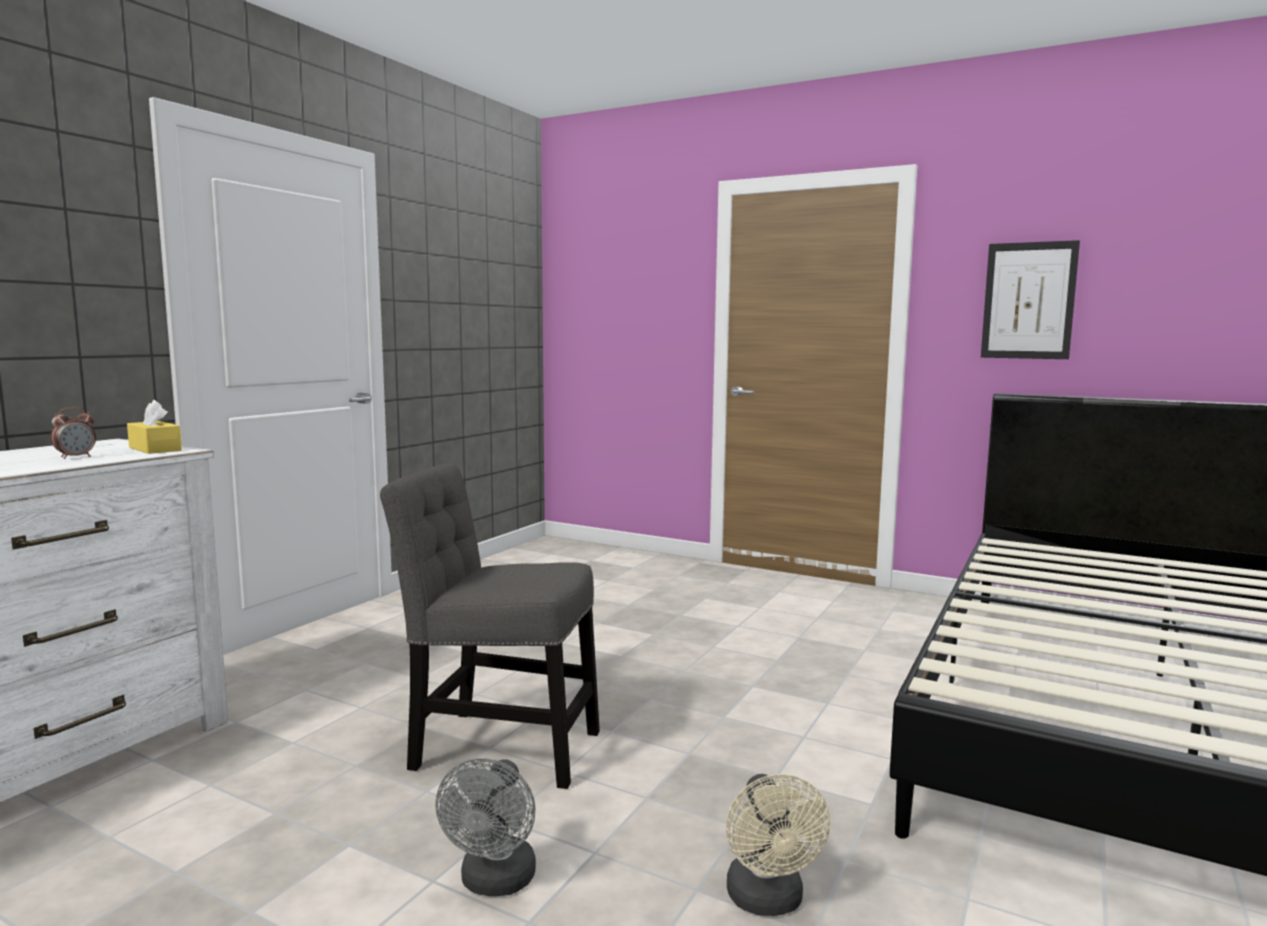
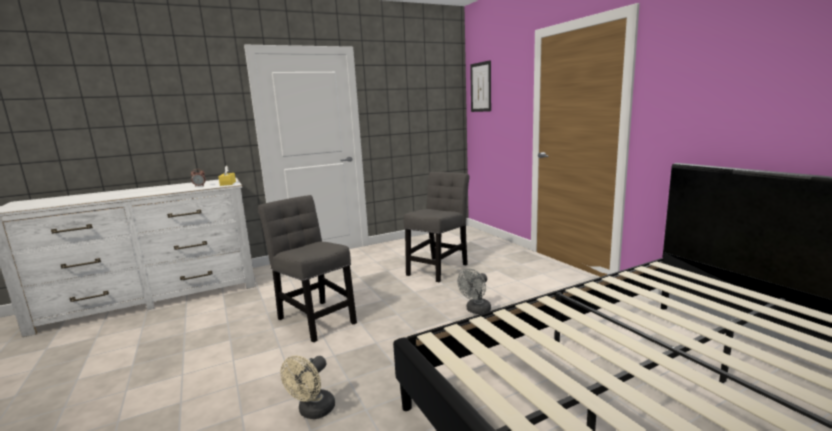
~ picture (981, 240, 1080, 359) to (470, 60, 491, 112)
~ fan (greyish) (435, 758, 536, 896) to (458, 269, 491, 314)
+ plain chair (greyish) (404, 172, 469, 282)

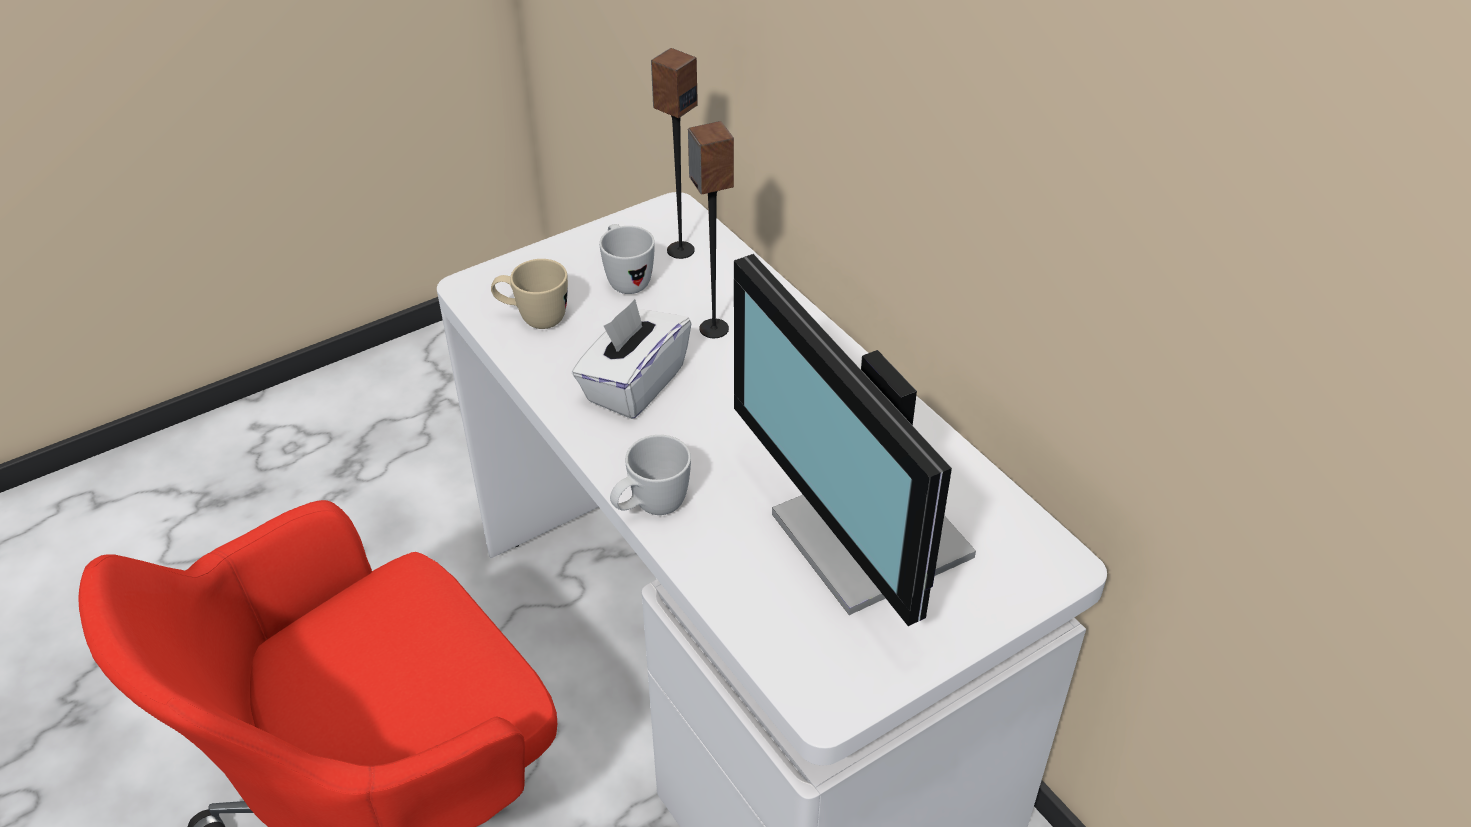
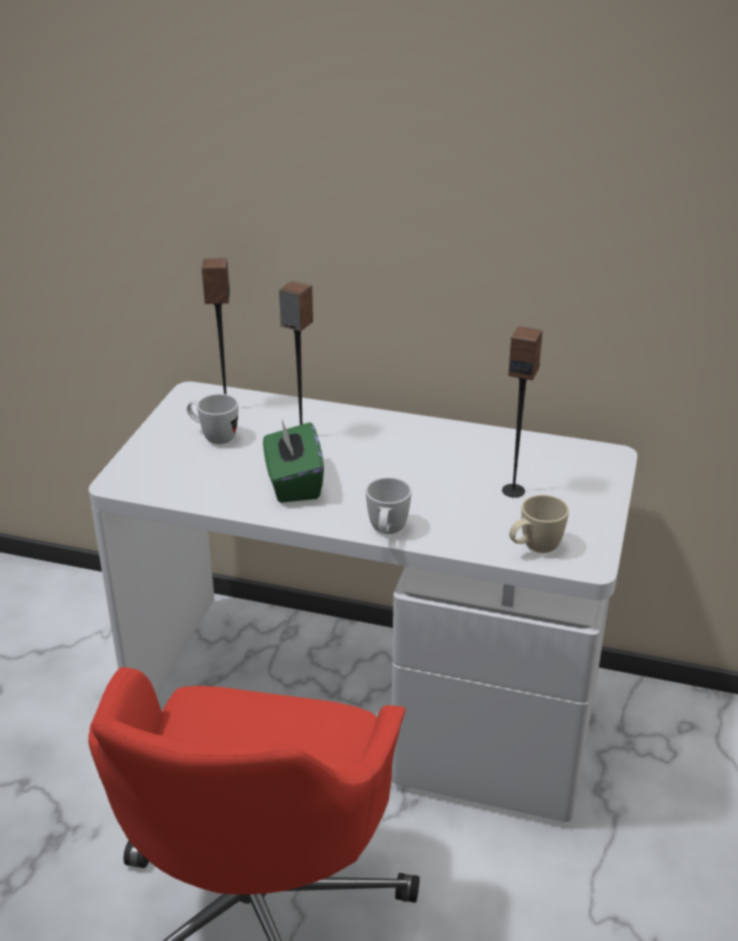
~ monitor (734, 254, 976, 626) to speaker (502, 326, 542, 498)
~ mug (beige-coloured) (491, 259, 568, 329) to (509, 495, 569, 553)
~ box of tissues (white-coloured) (572, 299, 692, 419) to box of tissues (greenish) (263, 420, 324, 503)

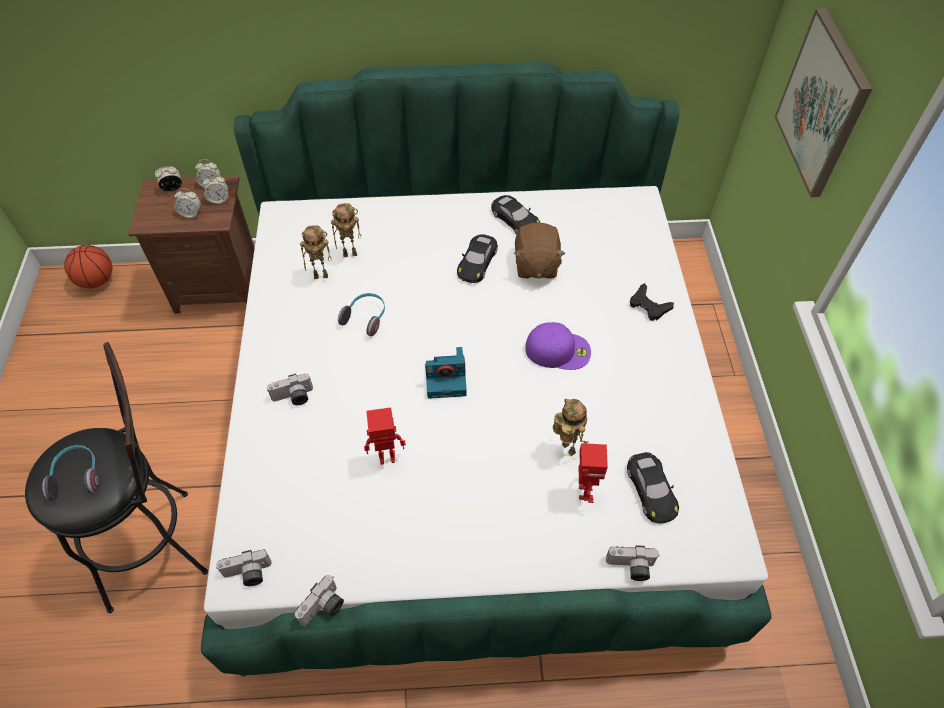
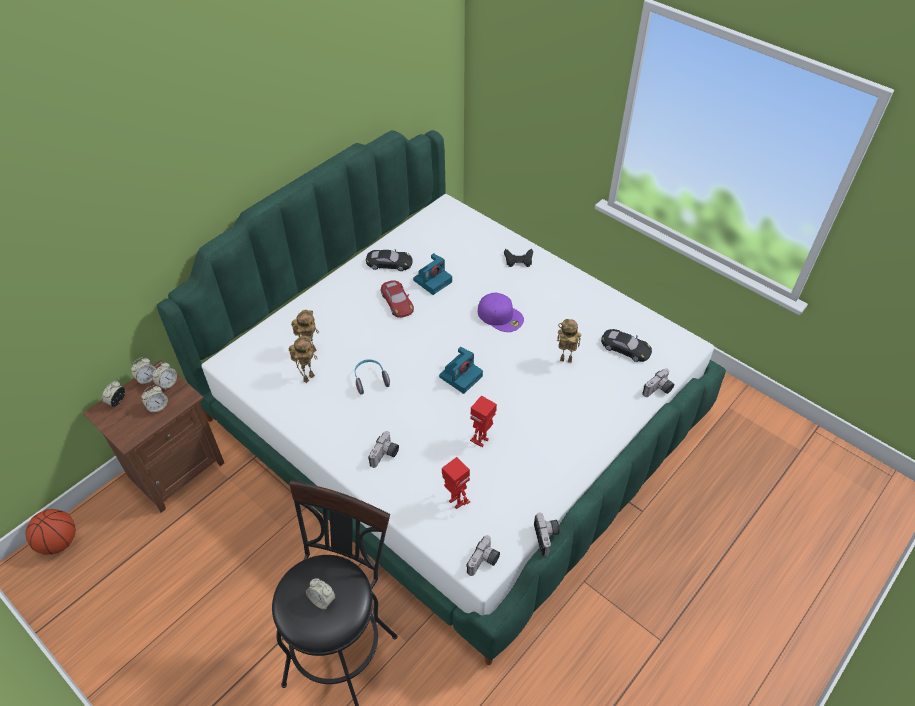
- picture (775, 8, 872, 197)
~ plush toy (brown-coloured) (514, 222, 565, 279) to still camera (413, 253, 452, 295)
~ model car (black-coloured) (457, 234, 498, 283) to model car (reddish) (381, 280, 414, 318)
~ peaked cap (purple-coloured) (525, 322, 591, 370) = (478, 293, 524, 332) 75 degrees clockwise
~ robot figure (579, 443, 608, 503) to (442, 457, 471, 509)
~ headphones (42, 445, 99, 501) to table clock (306, 578, 336, 609)

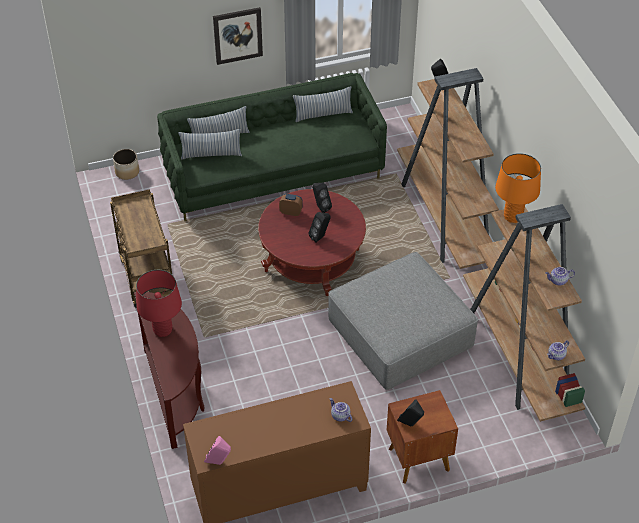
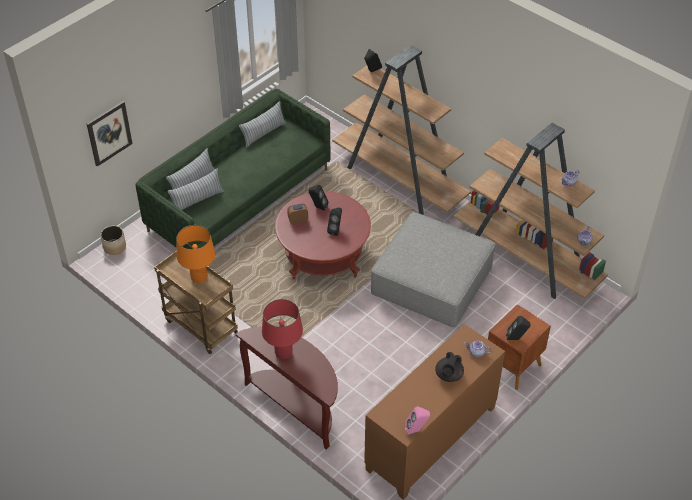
~ picture (213, 7, 263, 65) to (87, 101, 132, 167)
~ lamp for a table (orangey) (495, 153, 541, 223) to (177, 225, 215, 283)
+ tea pot (black-coloured) (435, 352, 464, 382)

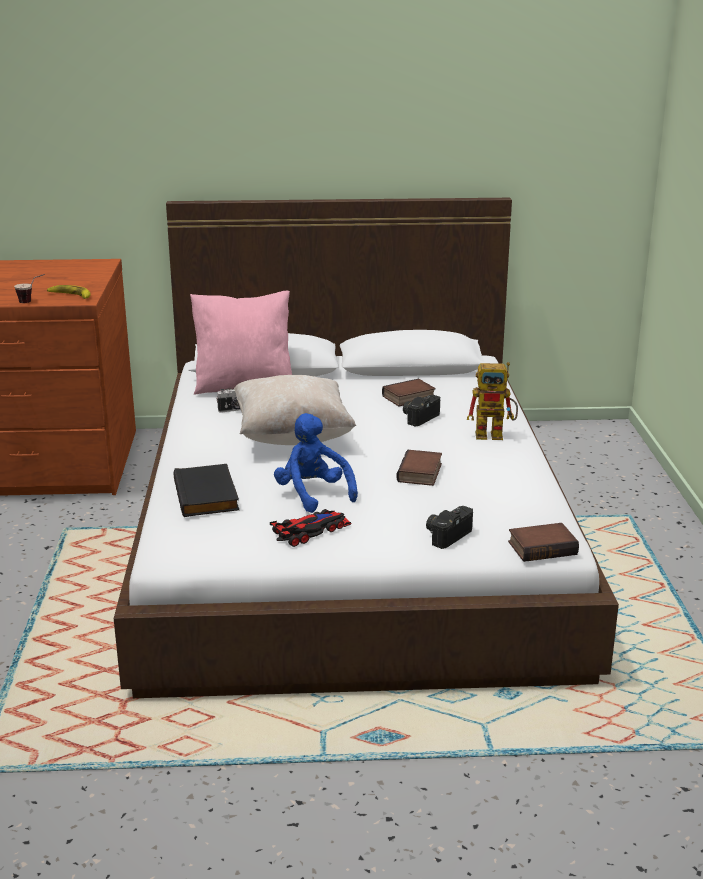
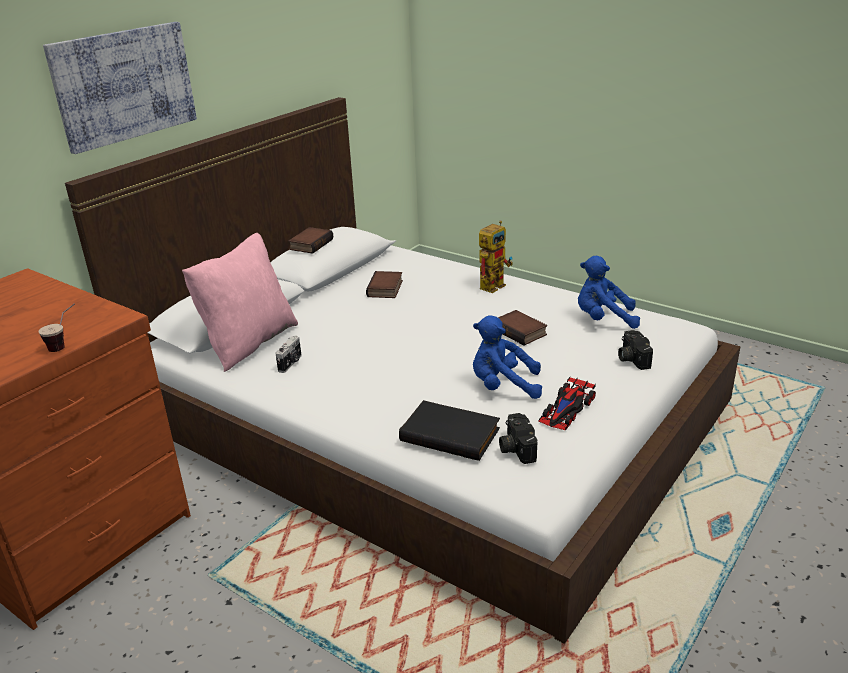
- whole banana (47, 285, 91, 299)
- pillow (beige-coloured) (234, 375, 356, 445)
~ still camera (403, 395, 440, 427) to (499, 413, 537, 464)
~ model car (270, 509, 352, 547) = (539, 377, 596, 430) 150 degrees counterclockwise
~ volume (508, 523, 579, 562) to (288, 227, 333, 254)
+ picture (43, 22, 197, 154)
+ plush toy (bluish) (578, 256, 640, 329)

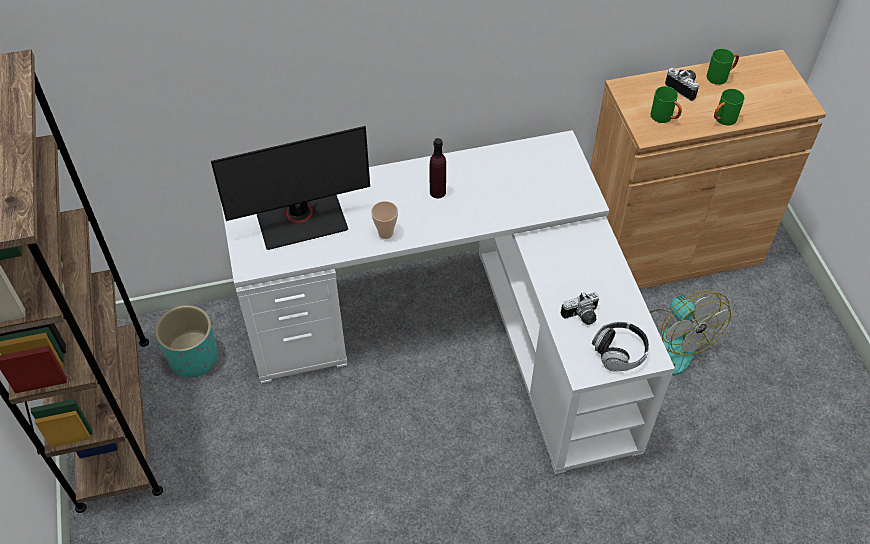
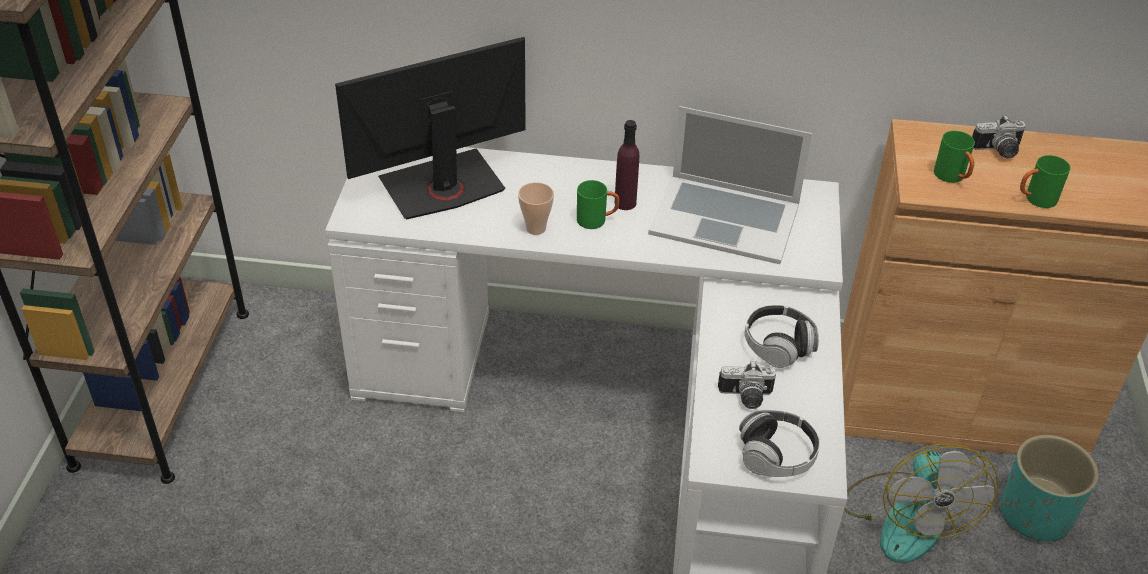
~ mug (greenish) (707, 49, 739, 85) to (577, 180, 619, 229)
~ still camera (665, 68, 699, 101) = (972, 115, 1026, 159) 105 degrees clockwise
~ monitor (211, 126, 370, 250) = (335, 37, 526, 219) 150 degrees clockwise
~ planter (turquoise-coloured) (155, 305, 218, 378) to (1000, 435, 1099, 541)
+ notebook computer (648, 106, 812, 264)
+ headphones (745, 305, 819, 368)

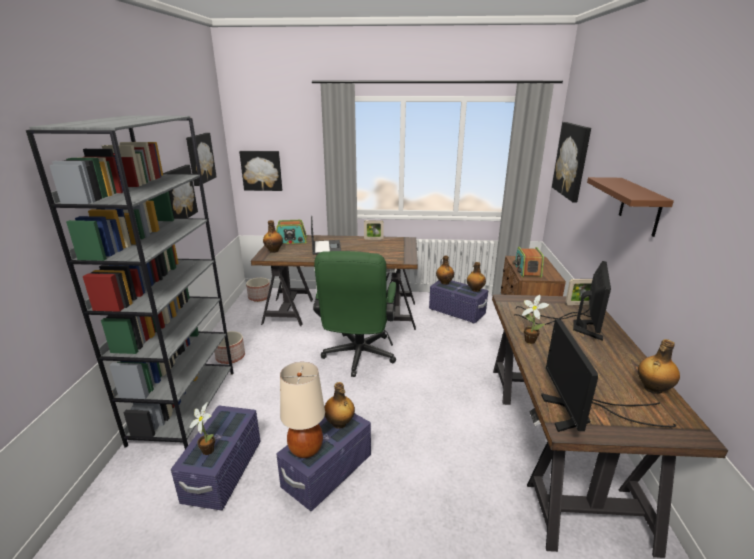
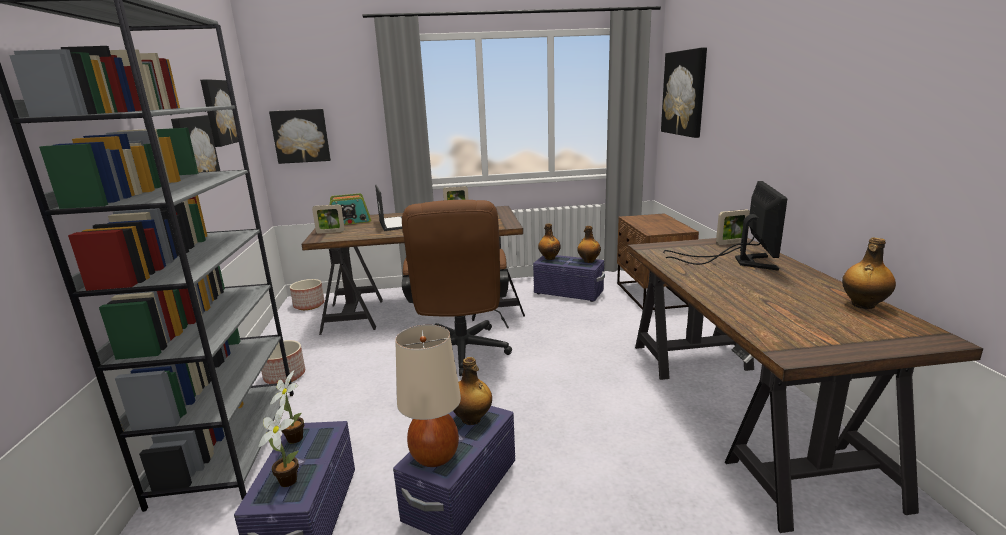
- wall shelf (brown-coloured) (587, 177, 674, 237)
~ drink bottle (263, 220, 283, 253) to standing frame (312, 204, 345, 234)
- radio (513, 247, 544, 278)
~ office chair (greenish) (313, 251, 397, 377) to office chair (brown-coloured) (402, 200, 512, 376)
~ houseplant (522, 295, 549, 344) to (270, 370, 304, 444)
- monitor (541, 319, 676, 432)

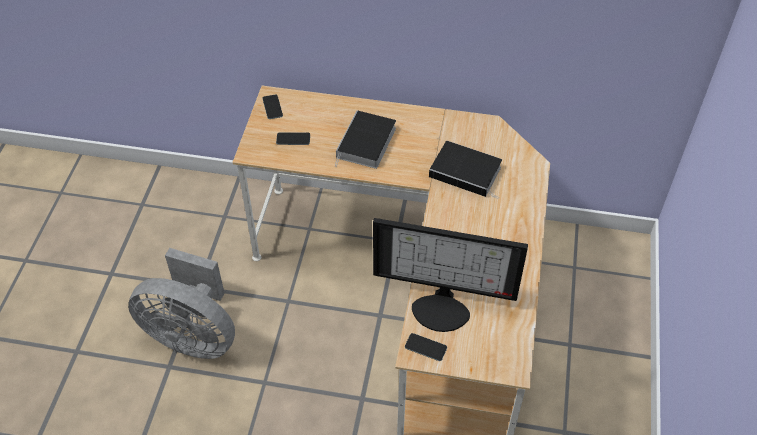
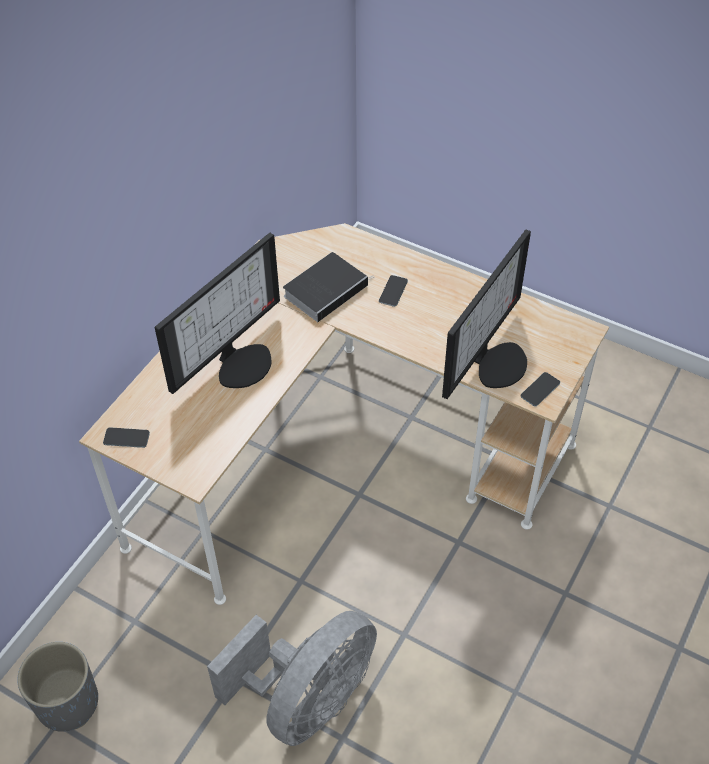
~ volume (335, 110, 396, 169) to monitor (155, 233, 280, 394)
~ handset (276, 132, 310, 145) to (379, 275, 408, 307)
+ planter (greyish) (17, 642, 98, 732)

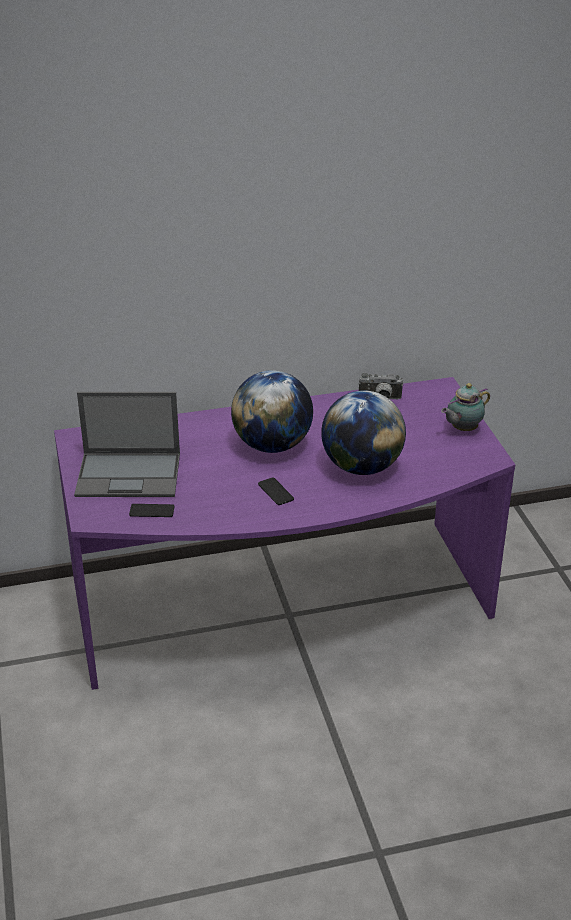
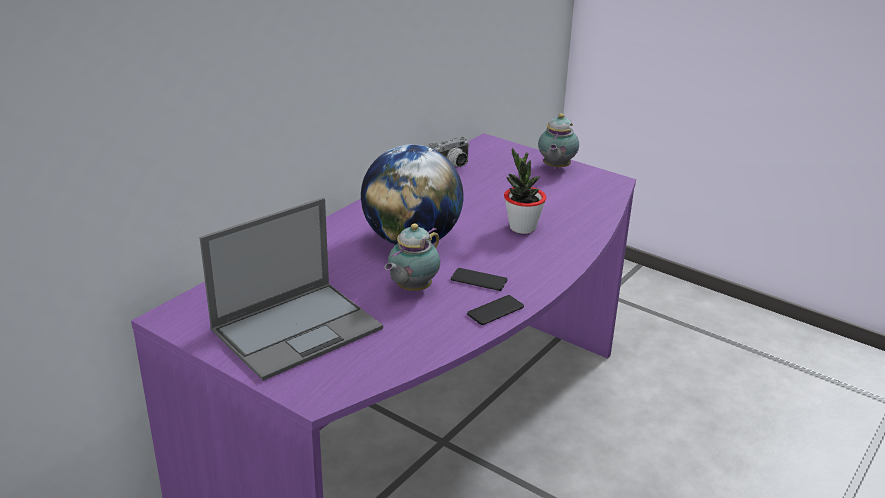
~ world globe (321, 390, 406, 475) to houseplant (504, 148, 547, 234)
~ handset (129, 504, 174, 517) to (467, 295, 524, 325)
+ tea pot (384, 223, 440, 291)

